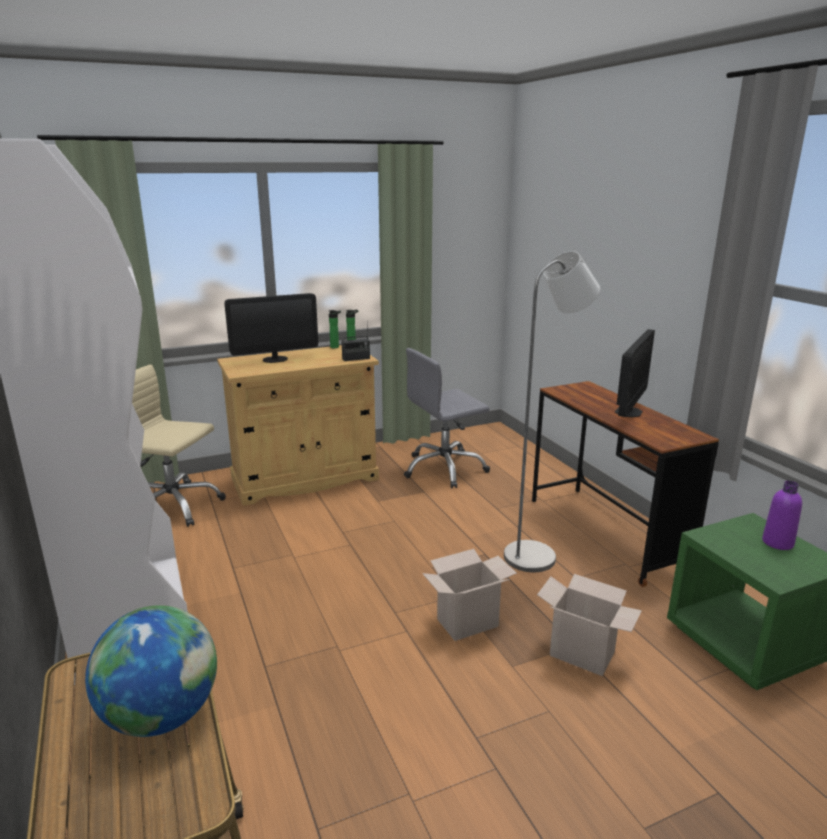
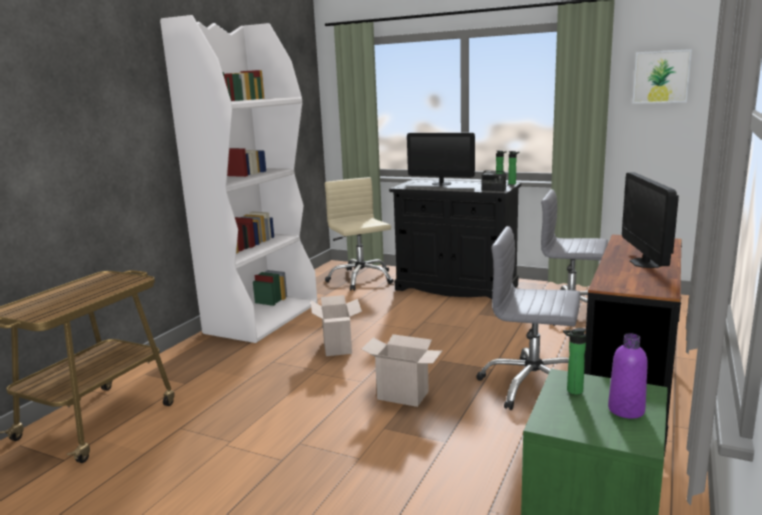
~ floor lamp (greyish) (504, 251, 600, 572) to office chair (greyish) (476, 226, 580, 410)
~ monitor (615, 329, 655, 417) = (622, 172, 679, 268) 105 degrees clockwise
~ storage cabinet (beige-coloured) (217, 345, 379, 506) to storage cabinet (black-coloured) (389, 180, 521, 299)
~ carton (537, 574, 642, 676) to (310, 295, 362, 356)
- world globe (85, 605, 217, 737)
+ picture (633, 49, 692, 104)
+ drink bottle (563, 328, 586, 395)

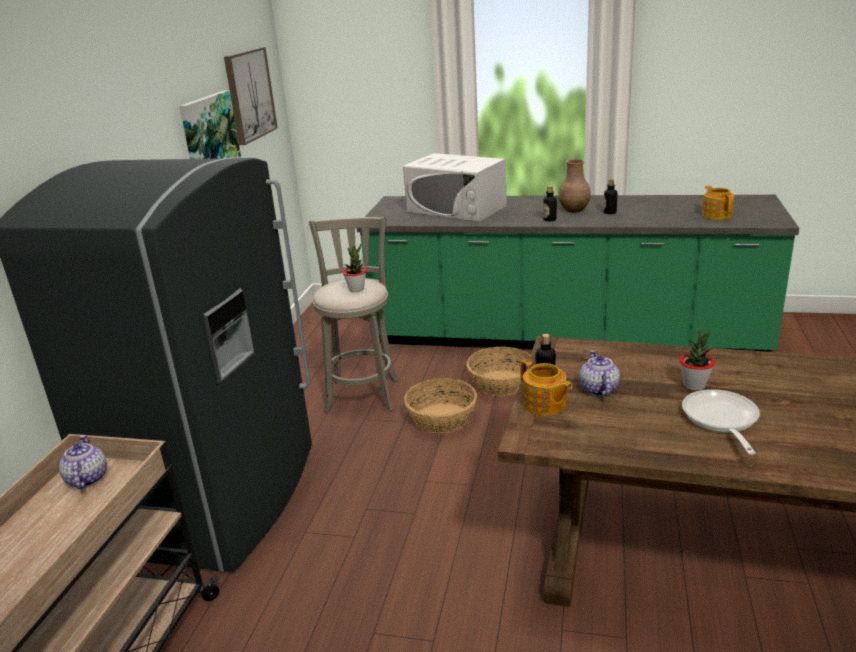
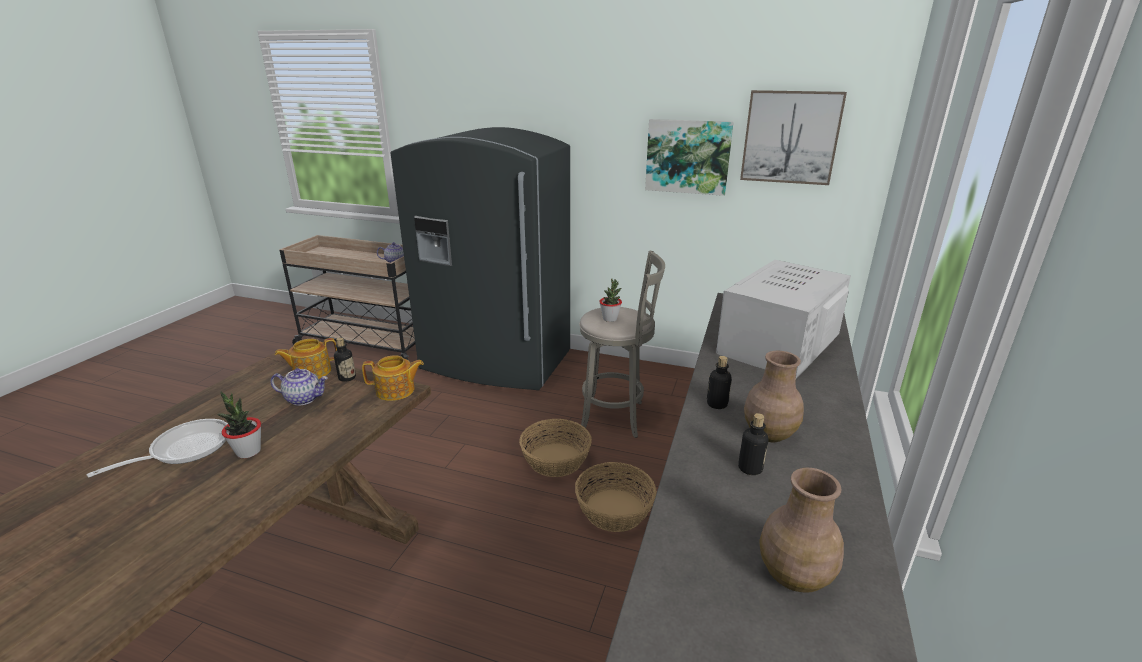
~ tea pot (702, 186, 734, 220) to (362, 355, 424, 401)
~ frying pan (682, 389, 760, 455) = (86, 419, 228, 477) 60 degrees counterclockwise
+ flower vase (brown-coloured) (760, 468, 844, 593)

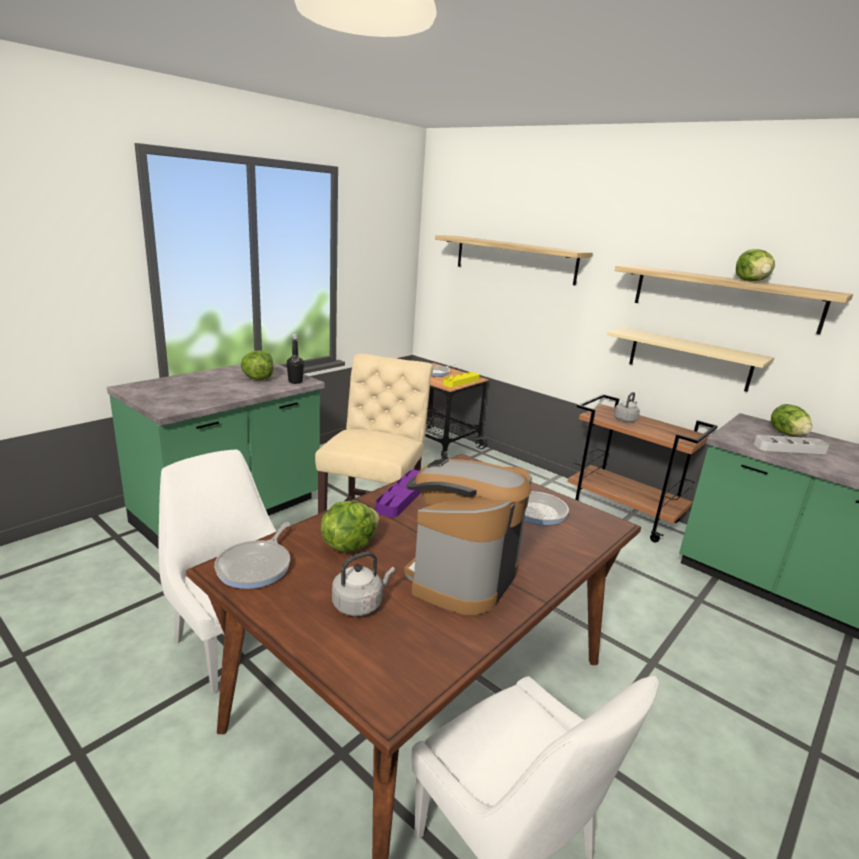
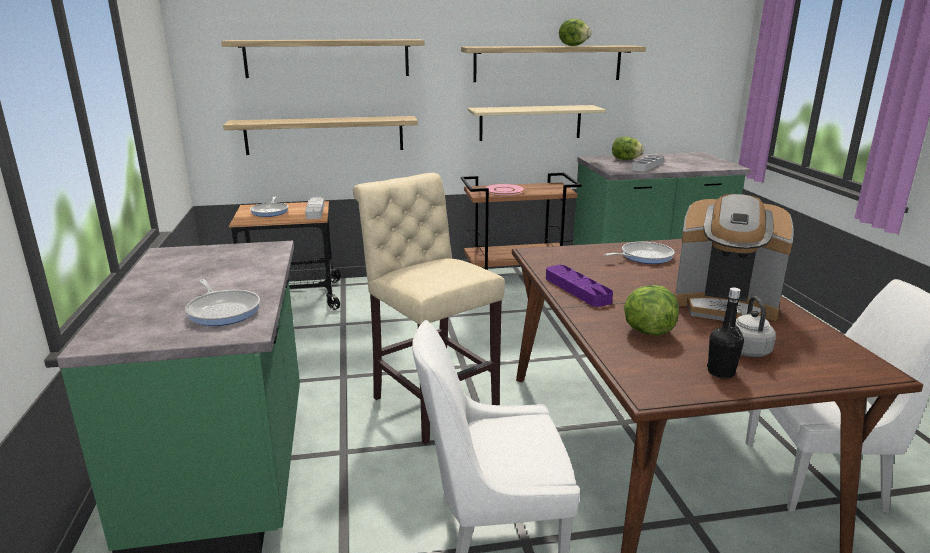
~ drink bottle (black-coloured) (287, 334, 304, 384) to (707, 287, 744, 379)
- head of lettuce (241, 350, 274, 380)
~ tray (yellow) (443, 372, 480, 387) to tray (greyish) (305, 197, 324, 219)
~ water kettle (greyish) (614, 392, 640, 422) to flat dish (pink) (484, 184, 525, 195)
~ coffee brewer (404, 459, 532, 616) = (675, 194, 793, 322) 45 degrees counterclockwise
~ frying pan (214, 522, 290, 589) to (185, 279, 260, 326)
+ wall shelf (223, 116, 418, 155)

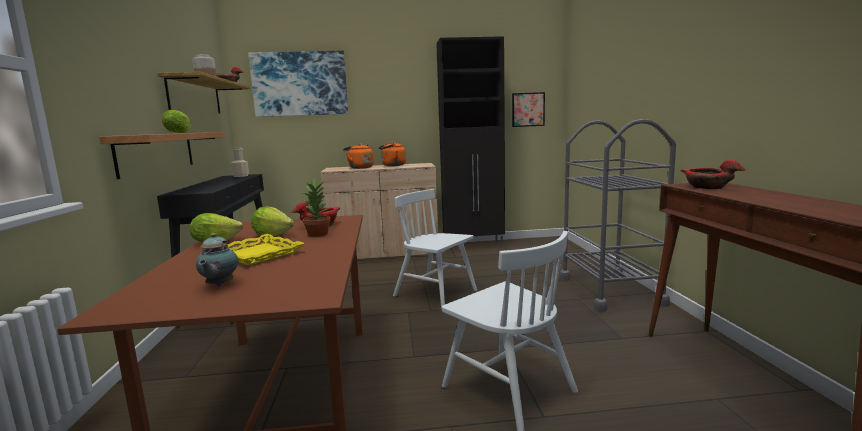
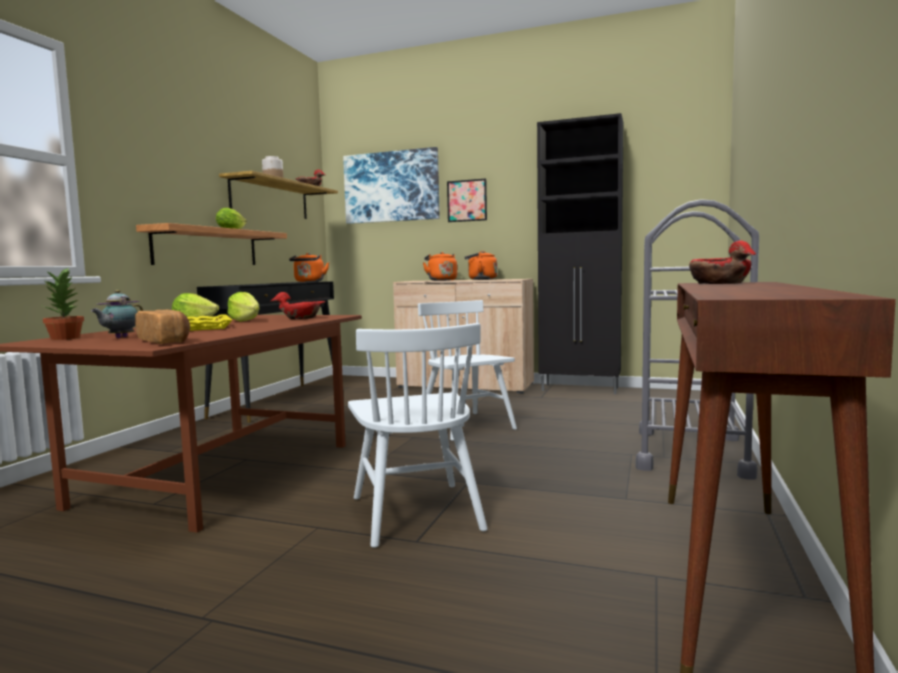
~ picture (512, 92, 545, 127) to (447, 179, 487, 222)
~ drink bottle (beige-coloured) (231, 147, 249, 177) to water kettle (orangey) (289, 253, 329, 282)
~ houseplant (302, 179, 331, 237) to (43, 267, 84, 340)
+ baked bread (135, 310, 190, 344)

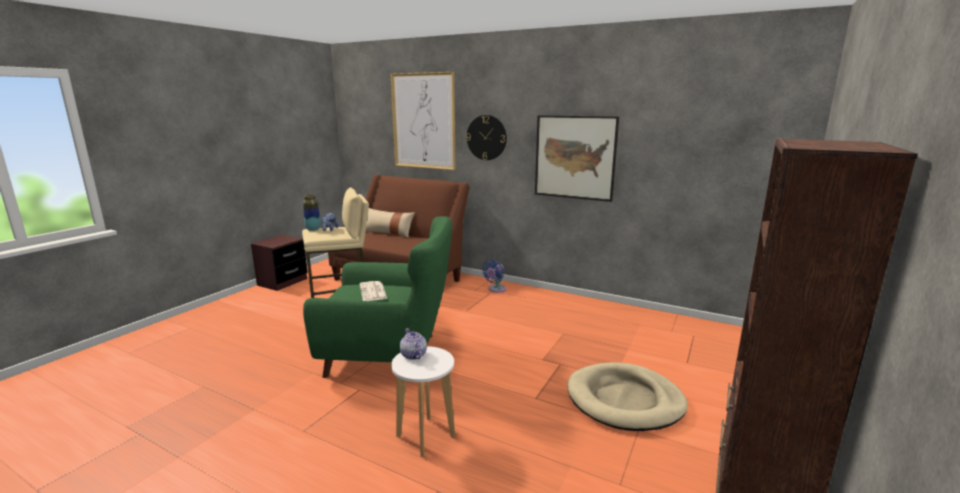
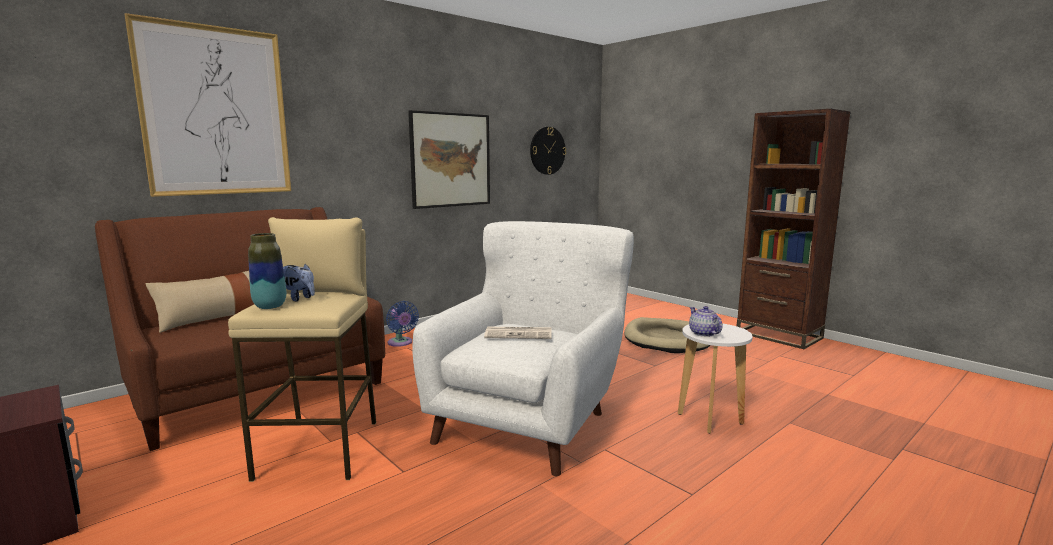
~ hanging clock (466, 115, 507, 160) to (530, 127, 566, 175)
~ easy chair (greenish) (303, 216, 452, 378) to easy chair (white-coloured) (412, 221, 634, 476)
~ tea pot (400, 328, 427, 360) = (689, 306, 722, 337) 75 degrees clockwise

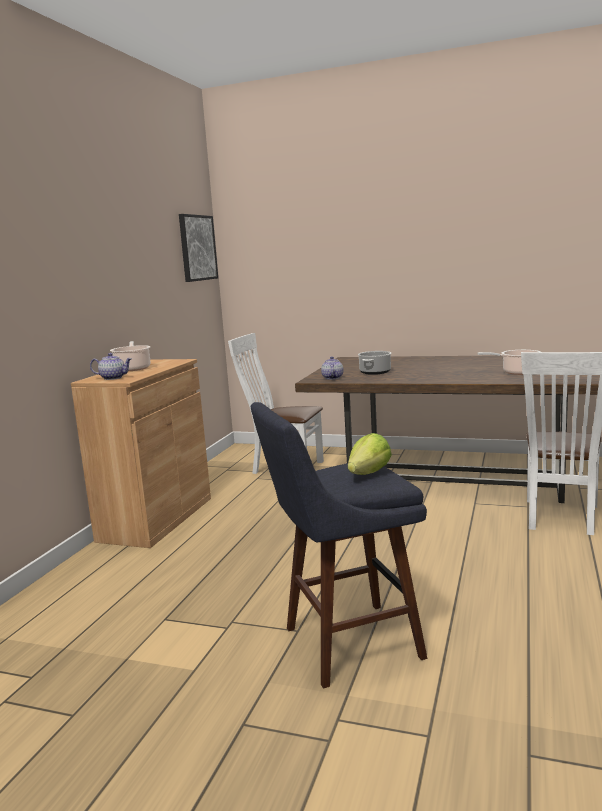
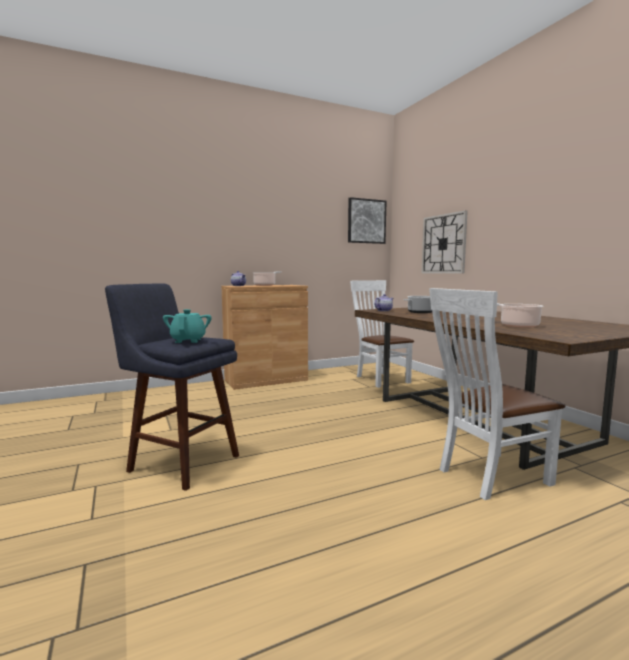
~ head of lettuce (348, 433, 392, 475) to tea pot (turquoise-coloured) (163, 309, 212, 343)
+ hanging clock (422, 210, 468, 273)

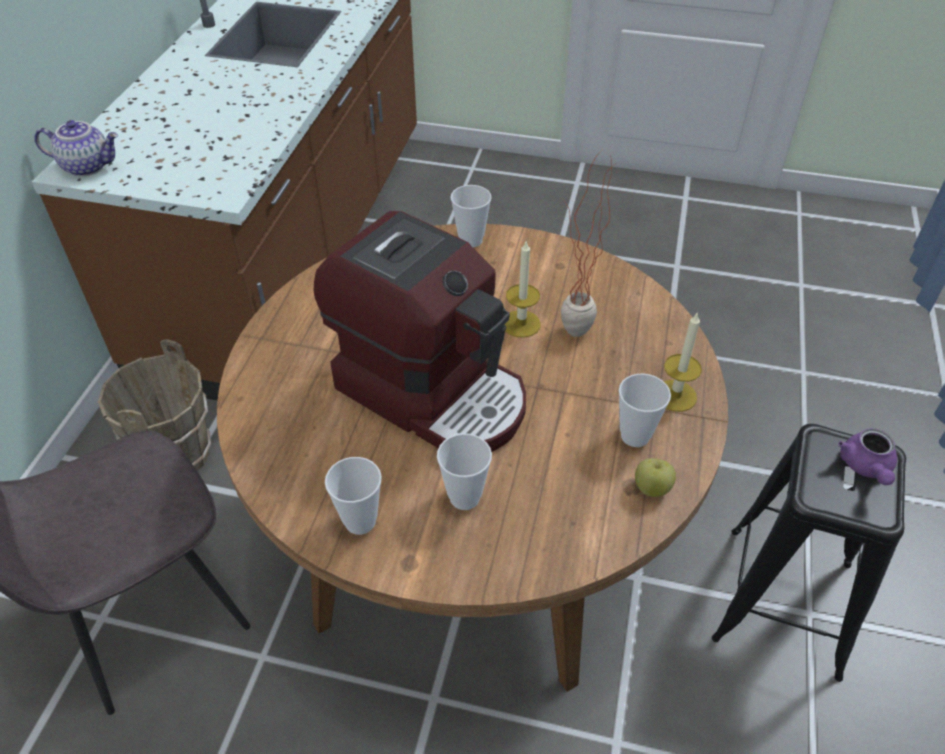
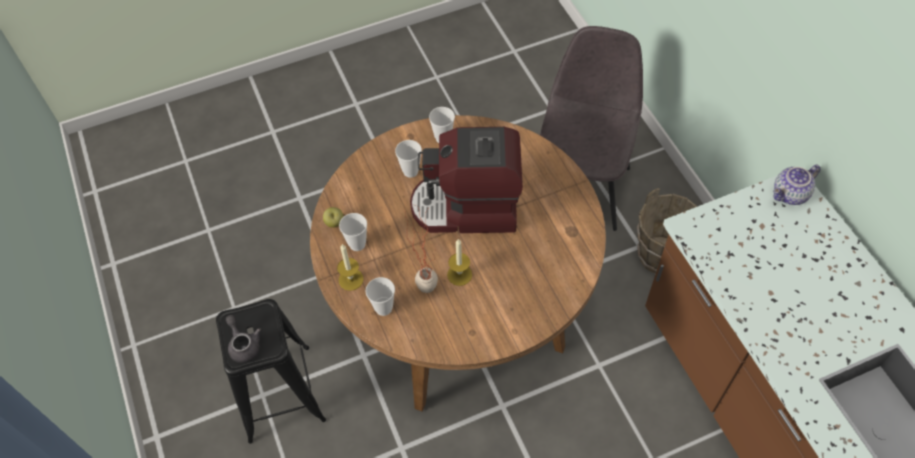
~ drinking cup (451, 185, 492, 248) to (365, 277, 395, 316)
~ tea pot (purple-coloured) (838, 428, 897, 485) to tea pot (greyish) (226, 315, 261, 363)

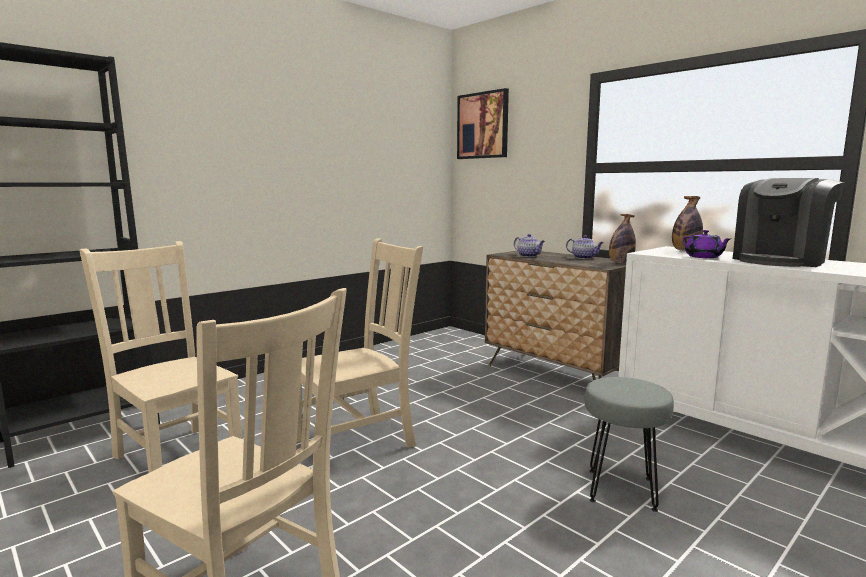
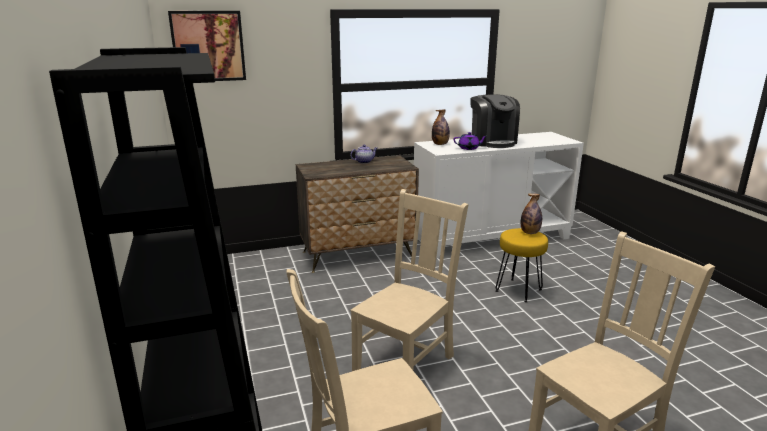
~ drink bottle (609, 214, 636, 263) to (521, 193, 542, 234)
- tea pot (514, 234, 545, 257)
~ plain chair (beige-coloured) (297, 238, 423, 448) = (351, 189, 468, 371) 45 degrees clockwise
~ stool seat (greyish) (585, 377, 674, 512) to stool seat (yellow) (496, 228, 548, 303)

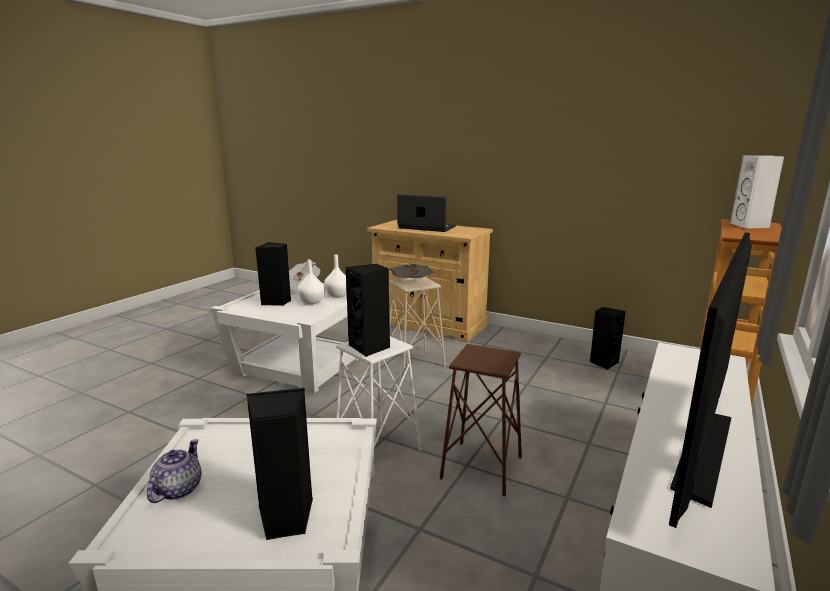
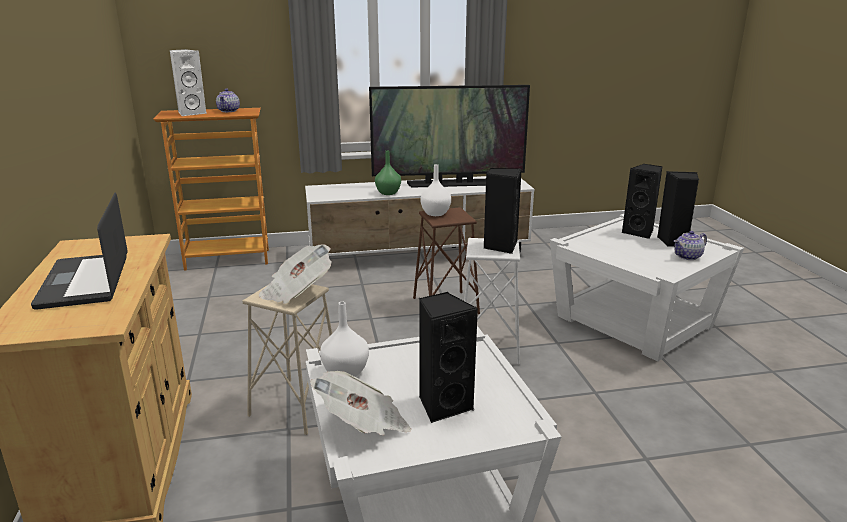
~ flower vase (white-coloured) (297, 259, 325, 304) to (420, 164, 451, 216)
~ speaker (black-coloured) (590, 307, 626, 370) to (657, 171, 699, 247)
+ tea pot (216, 88, 240, 112)
+ flower vase (greenish) (375, 151, 401, 195)

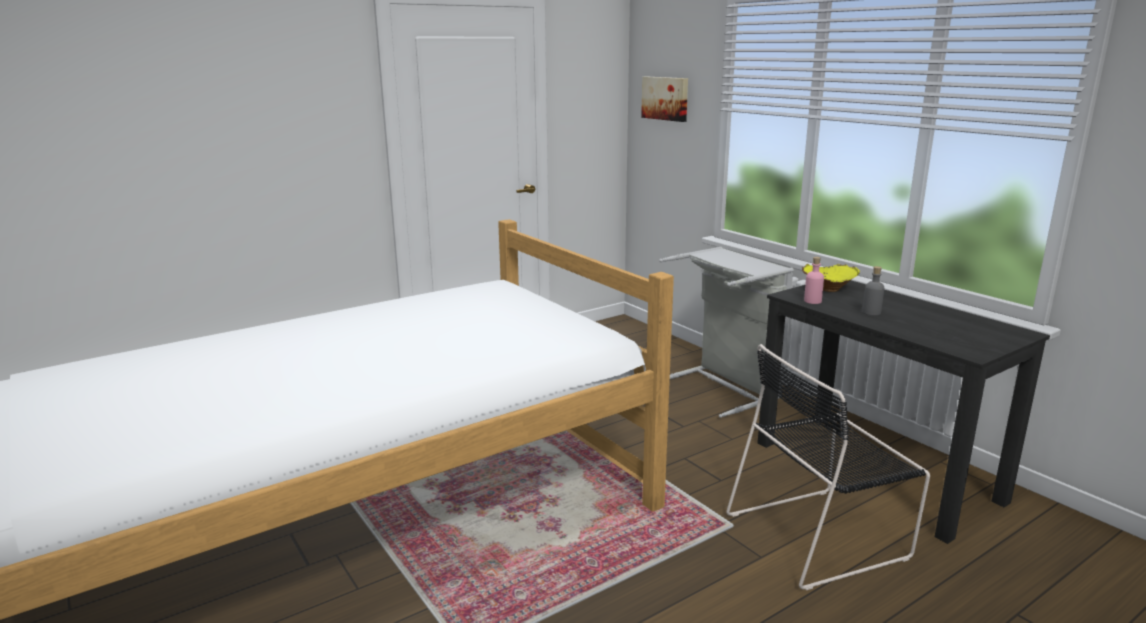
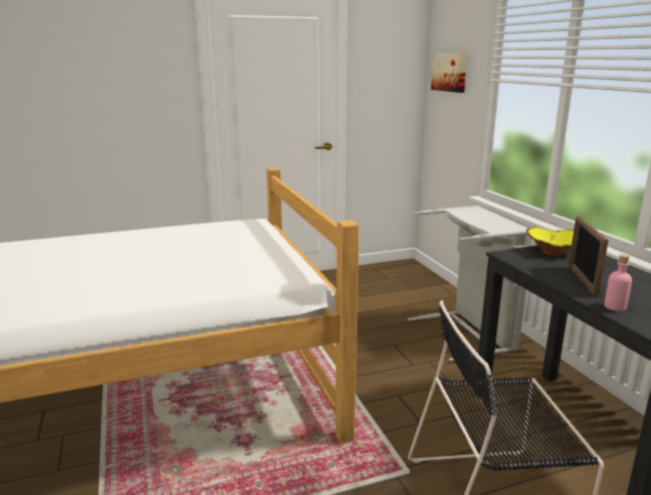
~ drink bottle (pink) (804, 257, 824, 304) to (604, 254, 632, 311)
~ drink bottle (greyish) (862, 266, 884, 316) to standing frame (568, 216, 609, 296)

